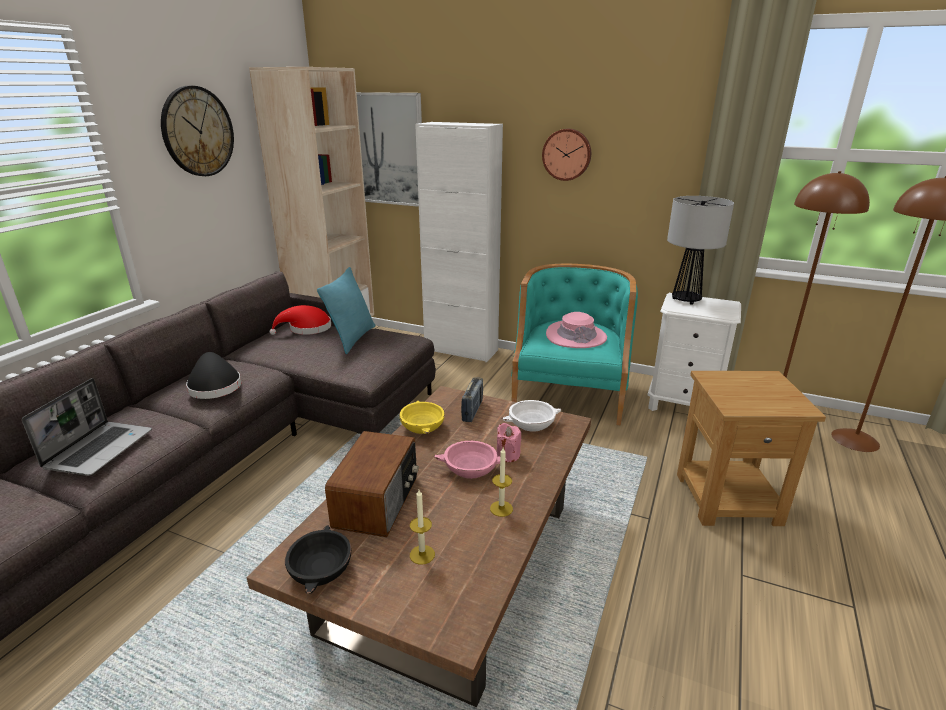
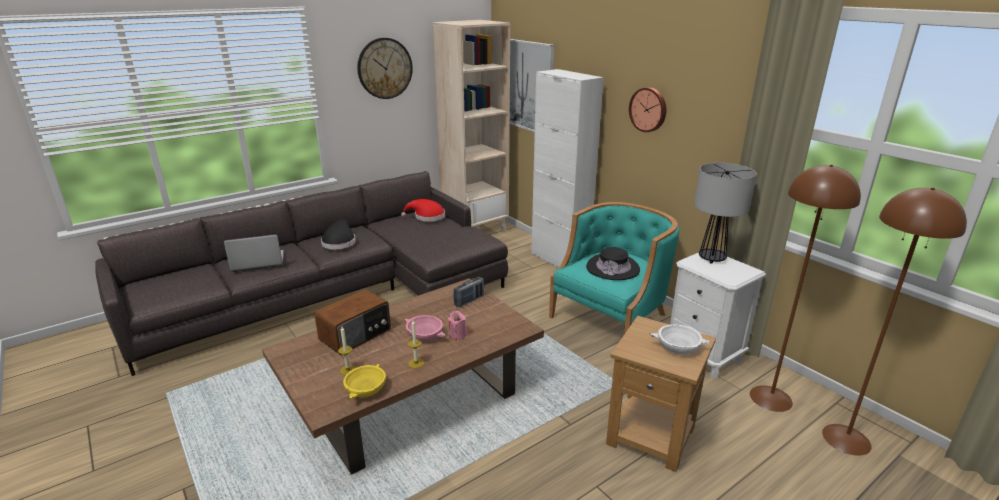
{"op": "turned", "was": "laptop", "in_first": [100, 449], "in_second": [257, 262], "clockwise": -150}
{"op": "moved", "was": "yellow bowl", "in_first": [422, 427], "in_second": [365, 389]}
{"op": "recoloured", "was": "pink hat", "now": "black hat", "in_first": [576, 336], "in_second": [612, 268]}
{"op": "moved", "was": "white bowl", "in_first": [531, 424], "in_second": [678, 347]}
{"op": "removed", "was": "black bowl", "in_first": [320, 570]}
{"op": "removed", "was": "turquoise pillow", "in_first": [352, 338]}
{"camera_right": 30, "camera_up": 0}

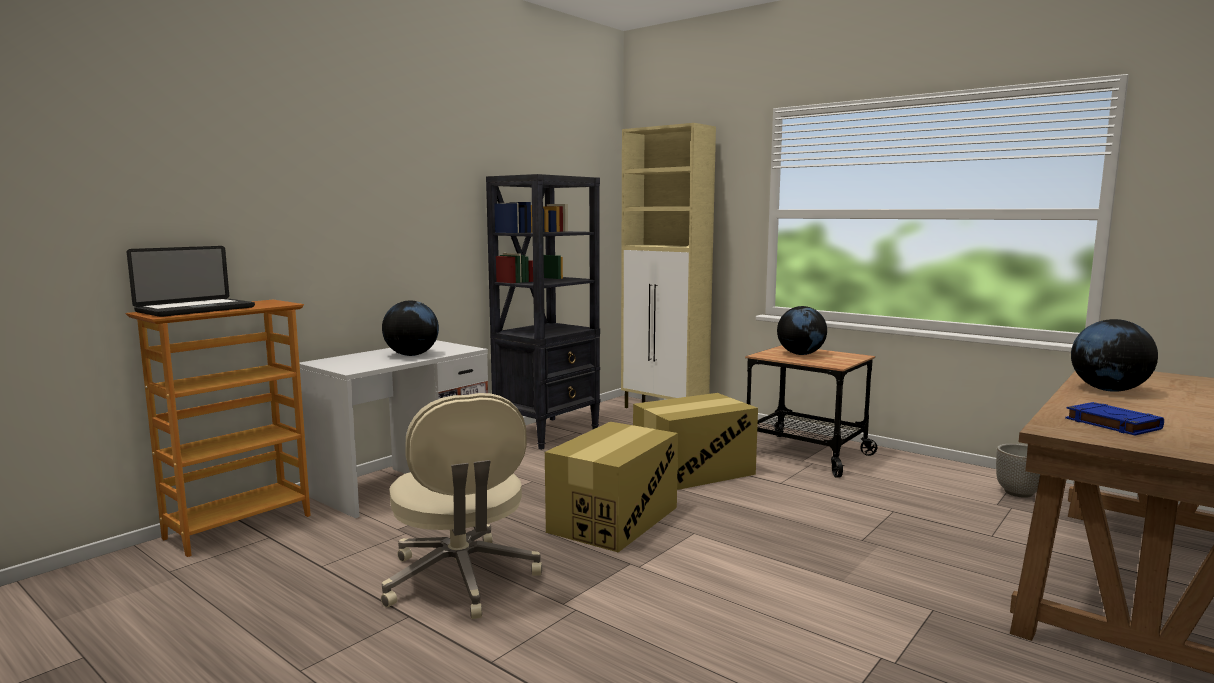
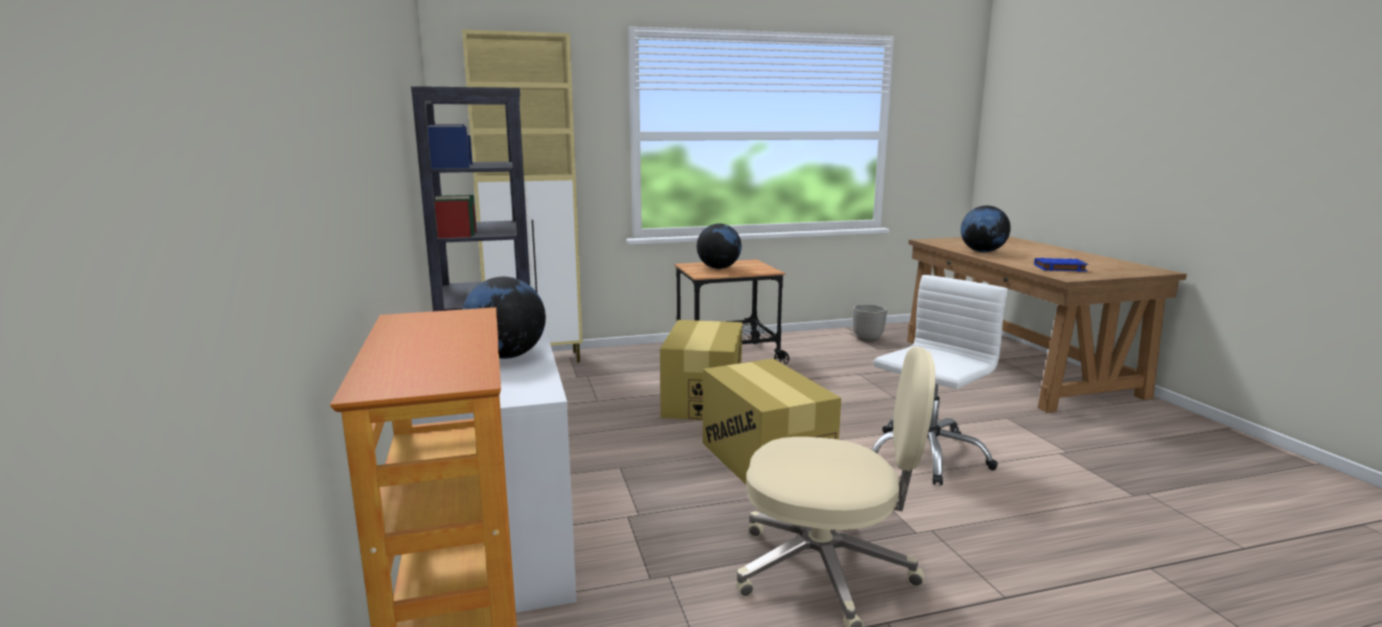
{"op": "added", "now": "white office chair", "in_second": [927, 455]}
{"op": "removed", "was": "laptop", "in_first": [196, 309]}
{"camera_right": -55, "camera_up": 5}

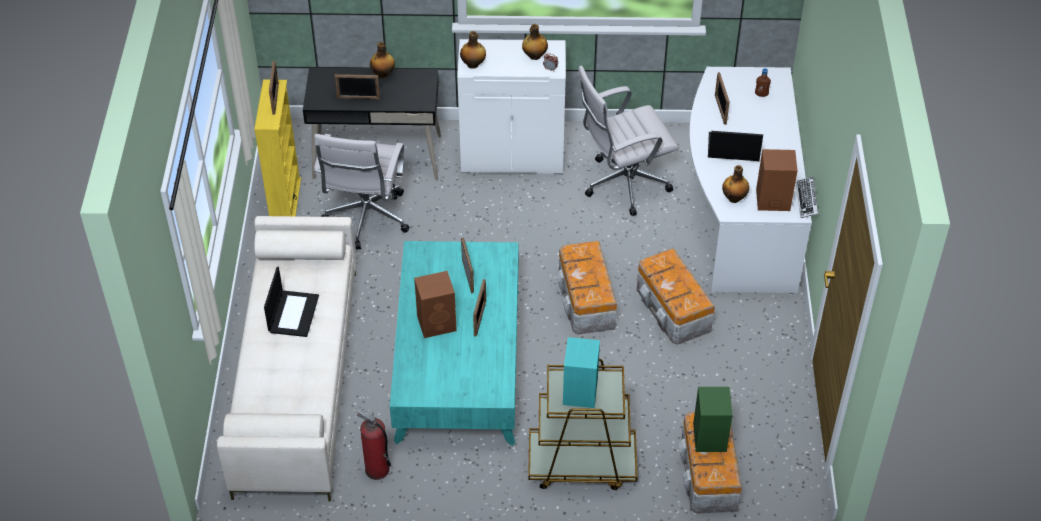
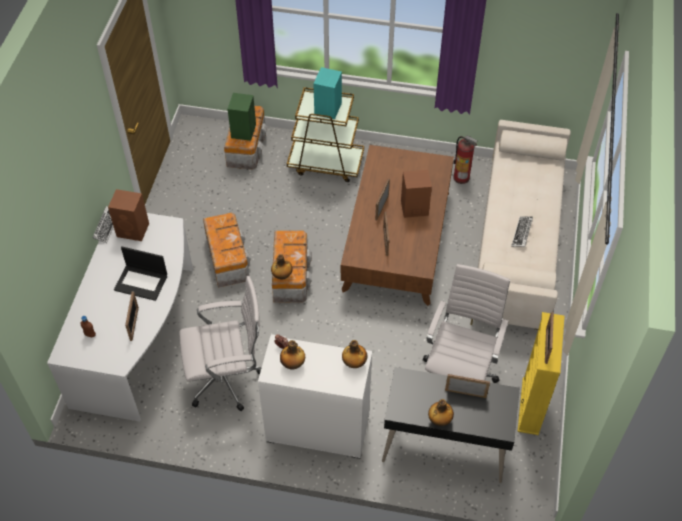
{"op": "moved", "was": "bottle", "in_first": [734, 198], "in_second": [282, 276]}
{"op": "recoloured", "was": "turquoise coffee table", "now": "brown coffee table", "in_first": [458, 363], "in_second": [397, 240]}
{"op": "replaced", "was": "laptop", "now": "keyboard", "in_first": [293, 313], "in_second": [522, 233]}
{"camera_right": -170, "camera_up": 5}

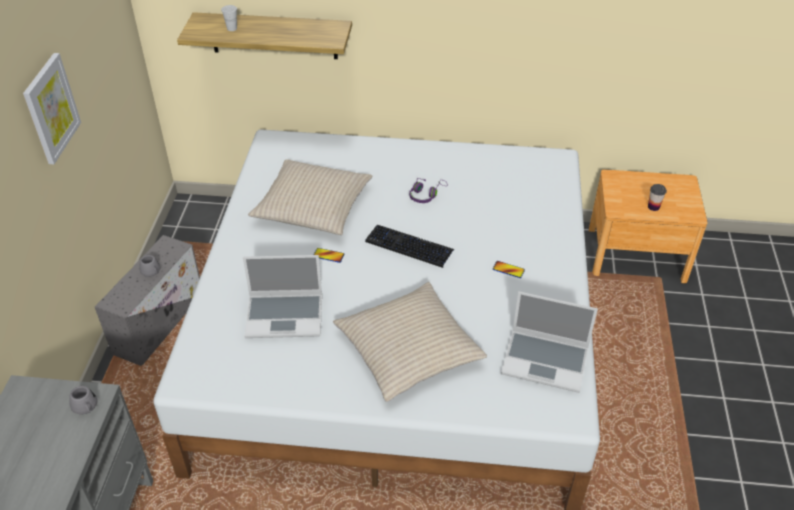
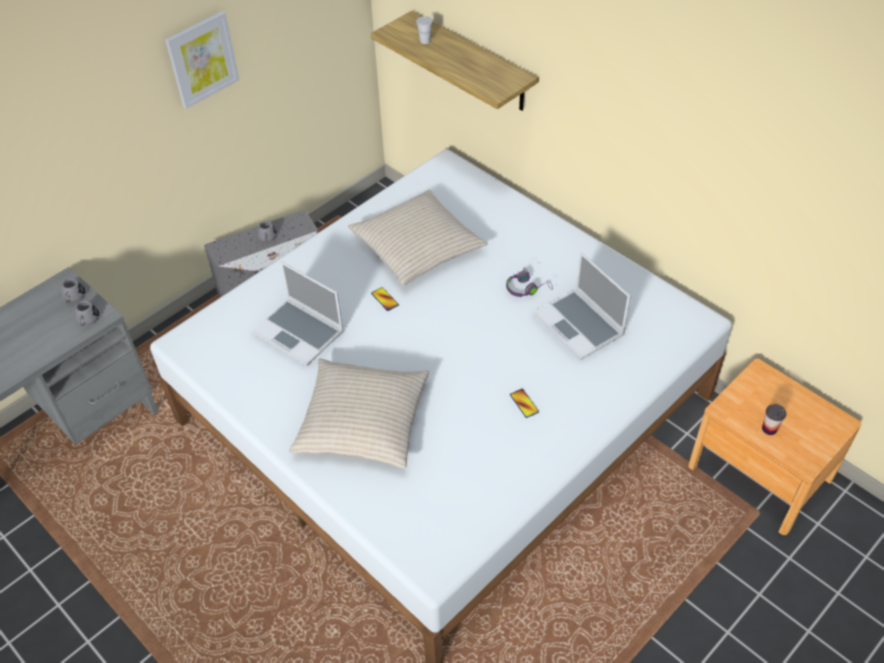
{"op": "added", "now": "grey mug", "in_second": [73, 297]}
{"op": "moved", "was": "laptop", "in_first": [546, 361], "in_second": [580, 326]}
{"op": "removed", "was": "keyboard", "in_first": [409, 246]}
{"camera_right": 40, "camera_up": 5}

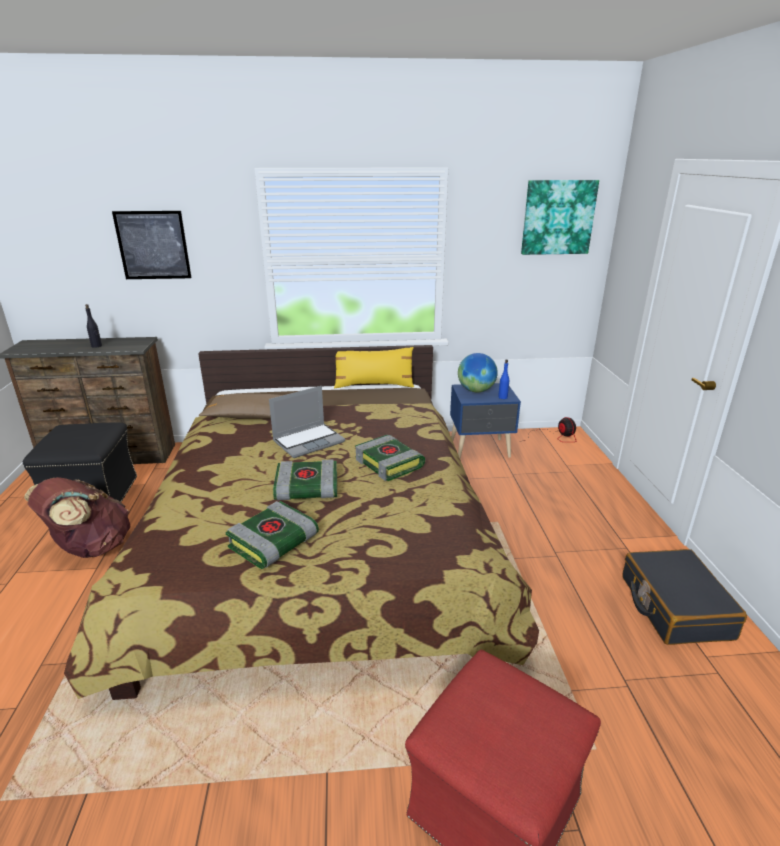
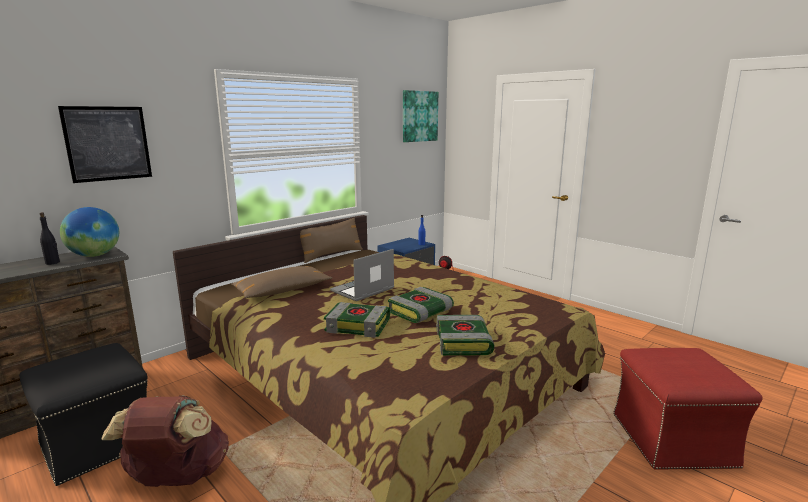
{"op": "moved", "was": "globe", "in_first": [475, 390], "in_second": [94, 255]}
{"op": "recoloured", "was": "yellow pillow", "now": "brown pillow", "in_first": [374, 385], "in_second": [331, 255]}
{"op": "moved", "was": "book", "in_first": [390, 464], "in_second": [359, 325]}
{"op": "turned", "was": "laptop", "in_first": [309, 441], "in_second": [362, 290], "clockwise": -150}
{"op": "removed", "was": "black suitcase", "in_first": [674, 607]}
{"camera_right": -40, "camera_up": -10}

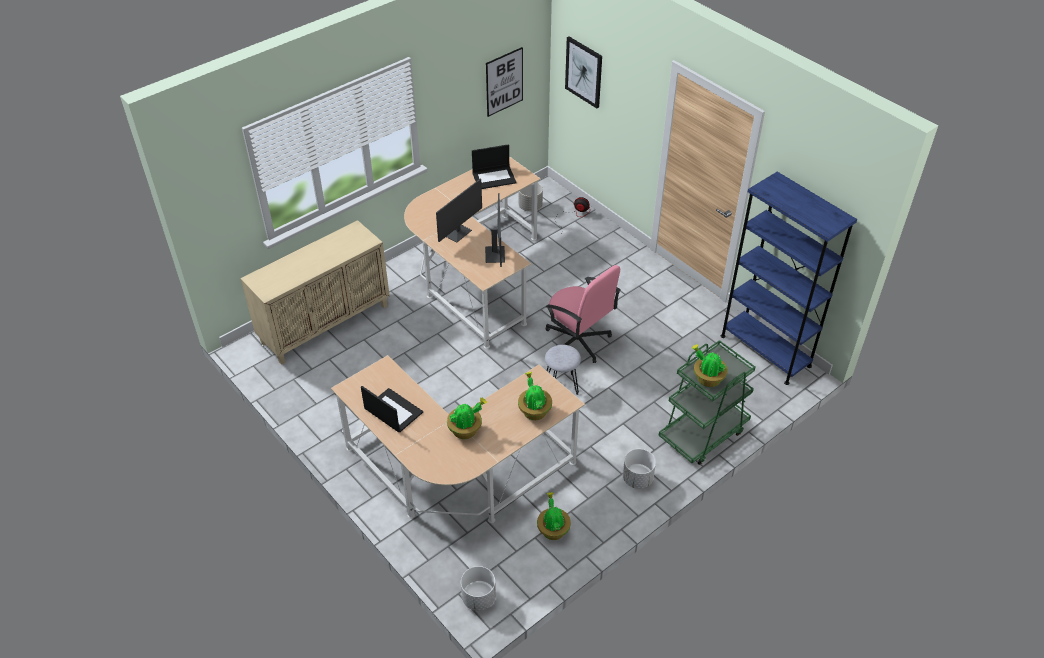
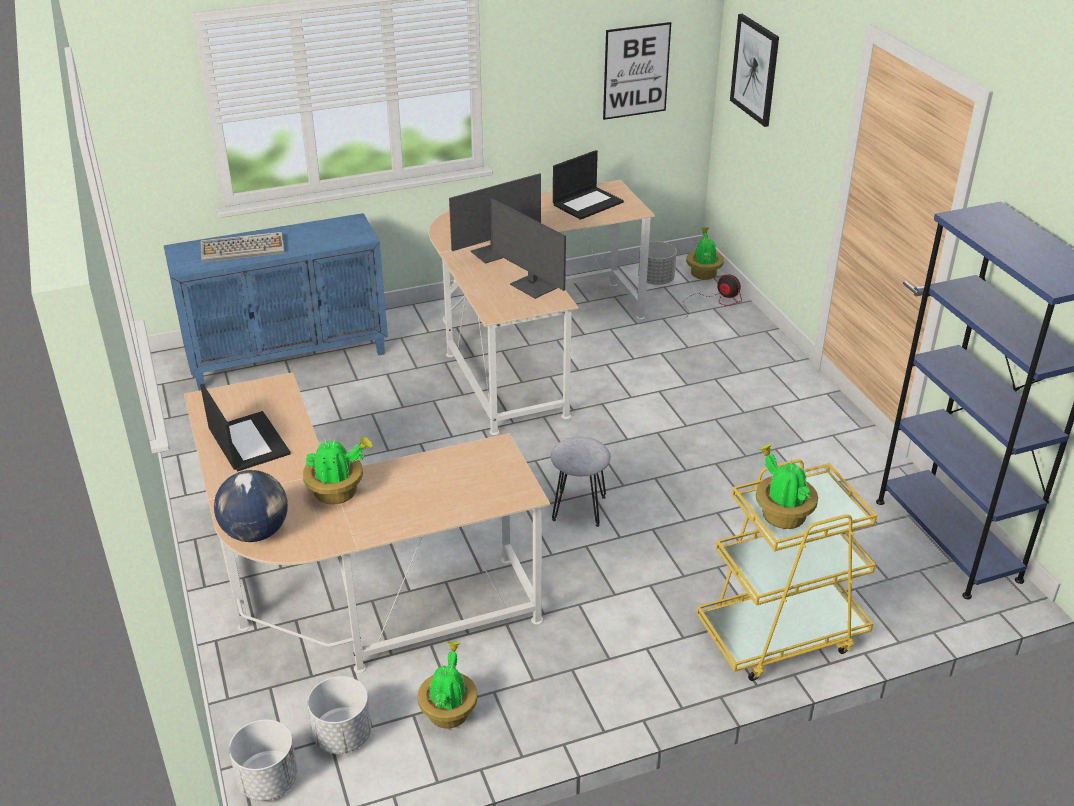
{"op": "recoloured", "was": "beige cabinet", "now": "blue cabinet", "in_first": [325, 323], "in_second": [289, 356]}
{"op": "added", "now": "keyboard", "in_second": [243, 248]}
{"op": "added", "now": "globe", "in_second": [256, 533]}
{"op": "moved", "was": "white planter", "in_first": [637, 479], "in_second": [342, 736]}
{"op": "turned", "was": "monitor", "in_first": [495, 254], "in_second": [532, 287], "clockwise": 120}
{"op": "turned", "was": "laptop", "in_first": [494, 177], "in_second": [588, 203], "clockwise": -45}
{"op": "moved", "was": "potted plant", "in_first": [534, 411], "in_second": [703, 273]}
{"op": "recoloured", "was": "green cart", "now": "yellow cart", "in_first": [703, 433], "in_second": [780, 635]}
{"op": "removed", "was": "pink office chair", "in_first": [578, 341]}
{"camera_right": 20, "camera_up": -10}

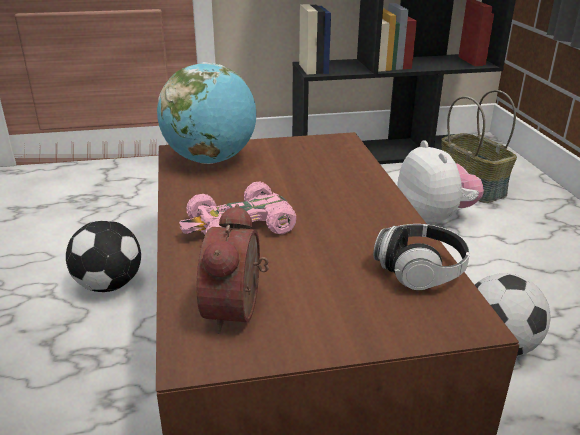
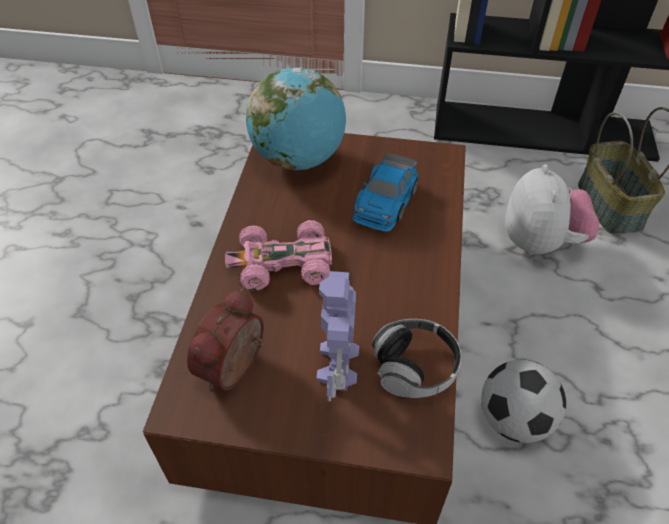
{"op": "added", "now": "toy robot", "in_second": [338, 365]}
{"op": "added", "now": "toy car", "in_second": [385, 202]}
{"op": "removed", "was": "football", "in_first": [110, 284]}
{"camera_right": 20, "camera_up": 20}

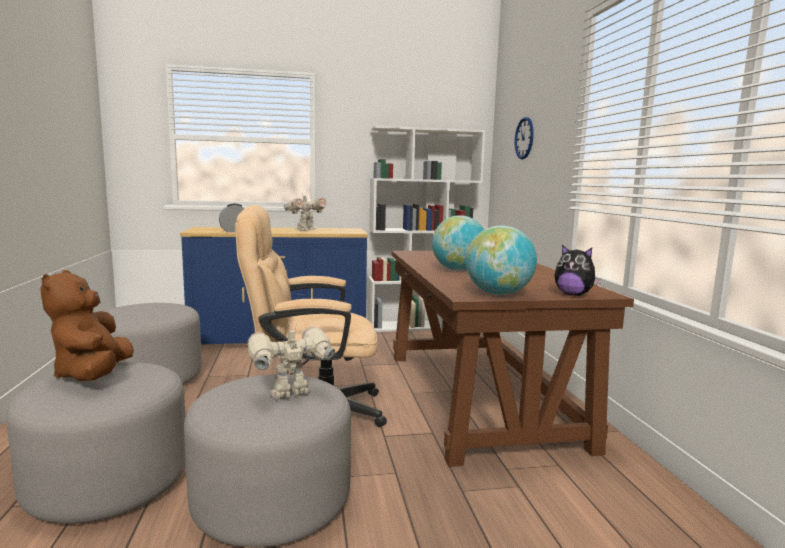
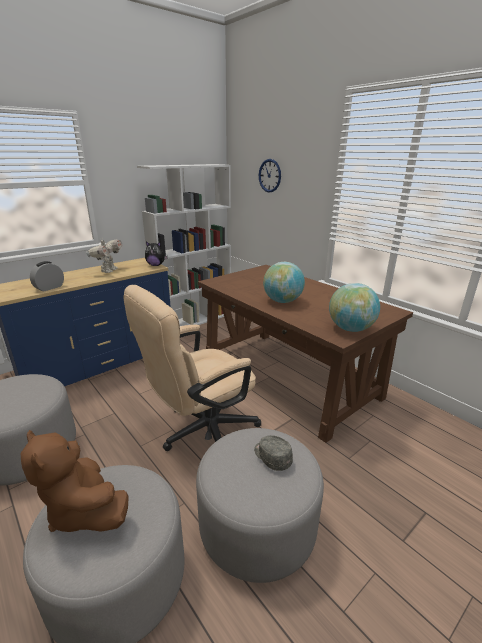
{"op": "moved", "was": "plush toy", "in_first": [573, 294], "in_second": [156, 265]}
{"op": "replaced", "was": "toy robot", "now": "grey cap", "in_first": [291, 395], "in_second": [272, 457]}
{"camera_right": -30, "camera_up": 15}

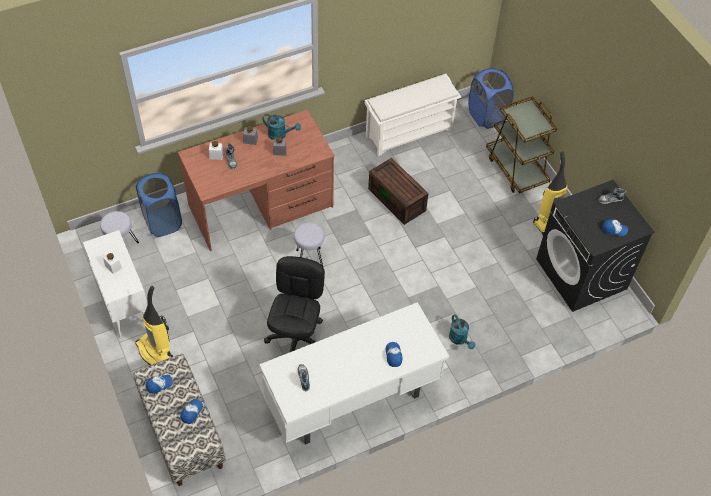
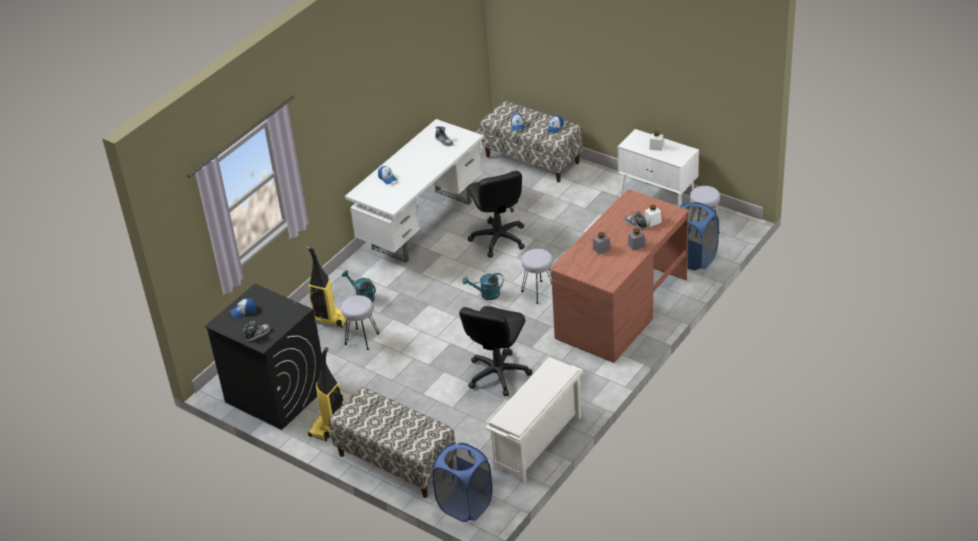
{"op": "moved", "was": "vacuum cleaner", "in_first": [155, 351], "in_second": [329, 319]}
{"op": "replaced", "was": "brown cart", "now": "bench", "in_first": [516, 169], "in_second": [395, 461]}
{"op": "added", "now": "grey stool", "in_second": [361, 339]}
{"op": "replaced", "was": "brown storage box", "now": "black office chair", "in_first": [398, 199], "in_second": [497, 374]}
{"op": "moved", "was": "turquoise watering can", "in_first": [280, 135], "in_second": [486, 295]}
{"camera_right": 155, "camera_up": -15}

